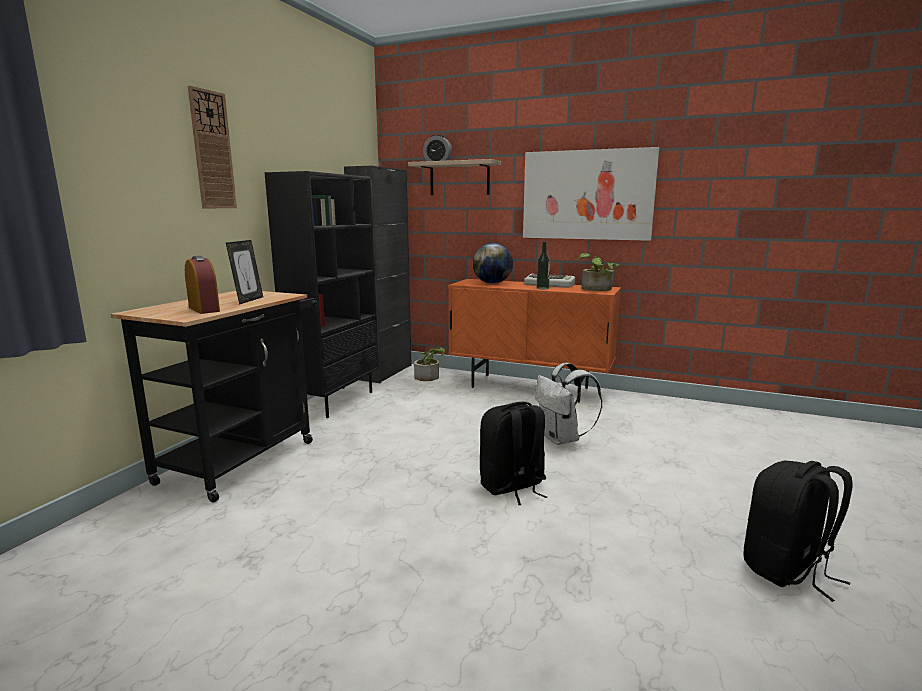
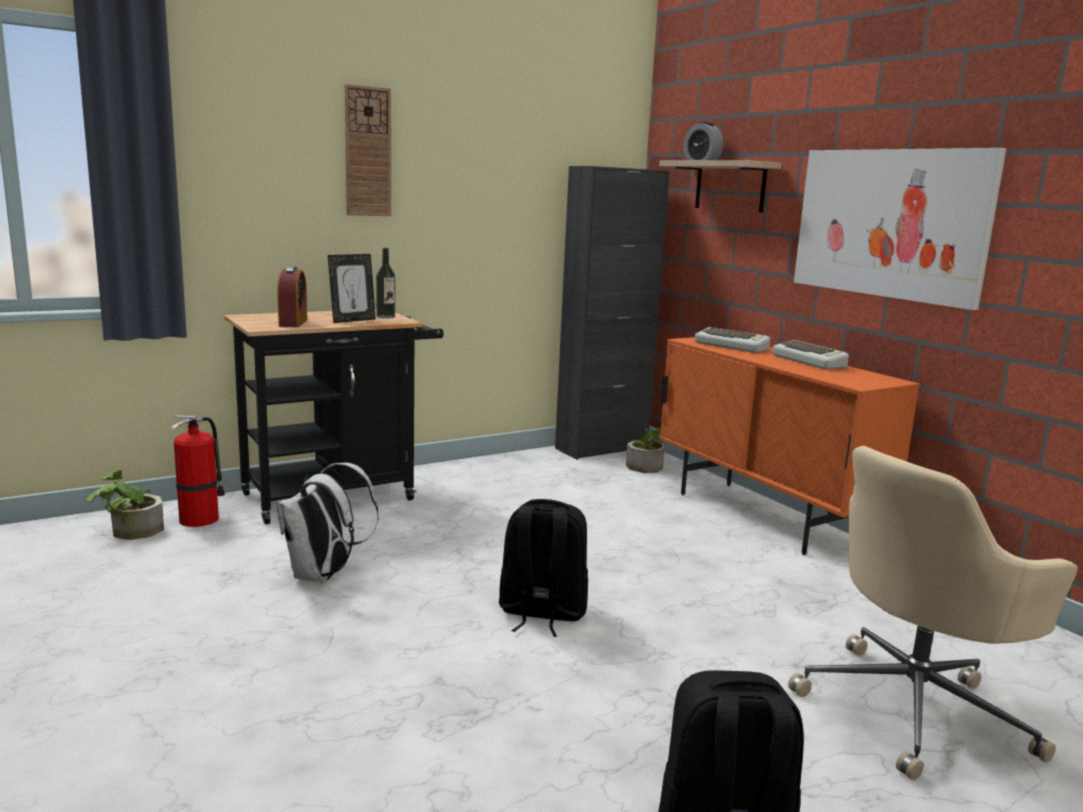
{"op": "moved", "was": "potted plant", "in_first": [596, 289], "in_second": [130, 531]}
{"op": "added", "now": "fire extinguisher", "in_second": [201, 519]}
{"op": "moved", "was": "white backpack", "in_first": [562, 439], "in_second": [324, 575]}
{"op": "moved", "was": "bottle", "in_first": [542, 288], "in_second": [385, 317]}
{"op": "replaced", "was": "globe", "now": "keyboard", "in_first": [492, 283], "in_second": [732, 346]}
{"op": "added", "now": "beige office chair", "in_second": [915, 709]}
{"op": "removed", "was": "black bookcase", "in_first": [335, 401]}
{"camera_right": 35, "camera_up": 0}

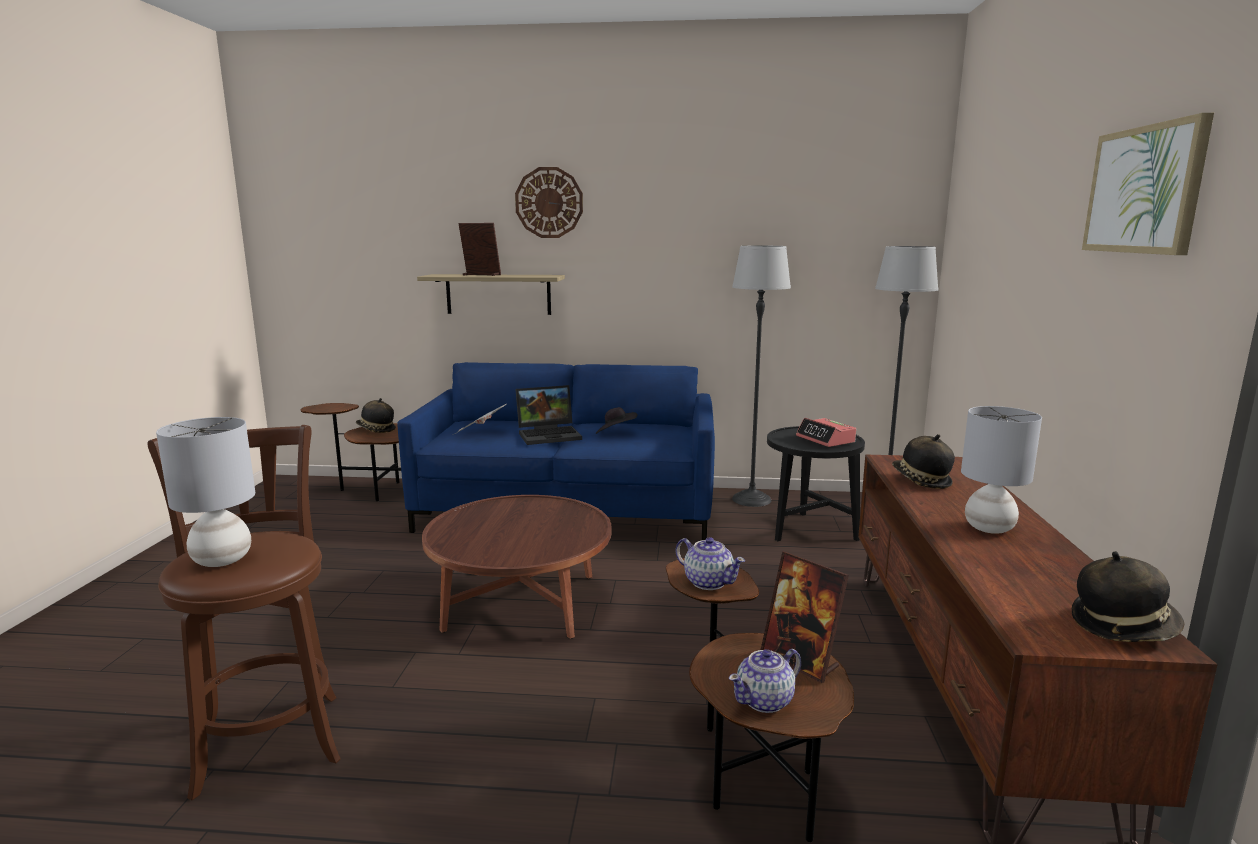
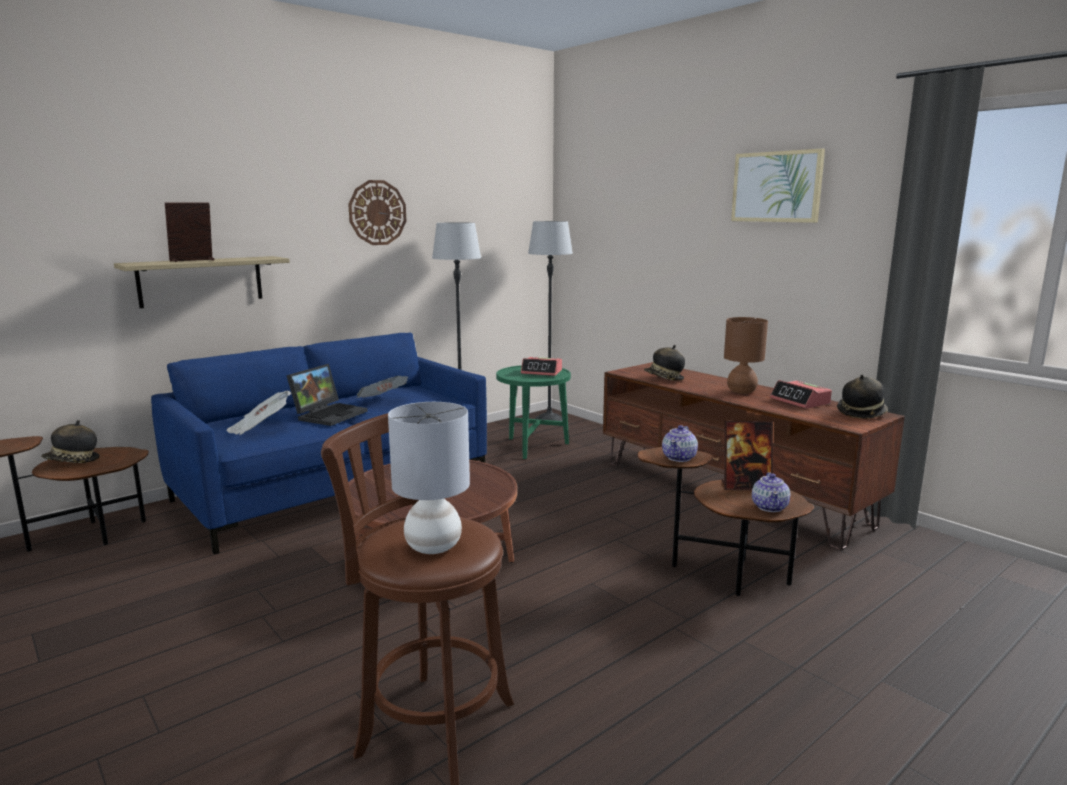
{"op": "moved", "was": "wall clock", "in_first": [549, 202], "in_second": [377, 212]}
{"op": "replaced", "was": "black hat", "now": "newspaper", "in_first": [615, 433], "in_second": [382, 401]}
{"op": "recoloured", "was": "black side table", "now": "green side table", "in_first": [809, 531], "in_second": [533, 447]}
{"op": "turned", "was": "teapot", "in_first": [708, 582], "in_second": [679, 457], "clockwise": 120}
{"op": "recoloured", "was": "grey table lamp", "now": "brown table lamp", "in_first": [988, 528], "in_second": [741, 392]}
{"op": "added", "now": "alarm clock", "in_second": [800, 401]}
{"camera_right": -45, "camera_up": 0}

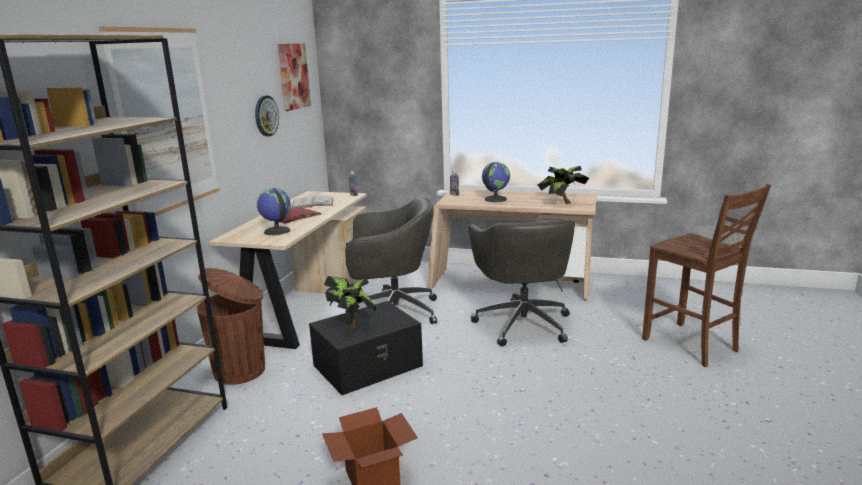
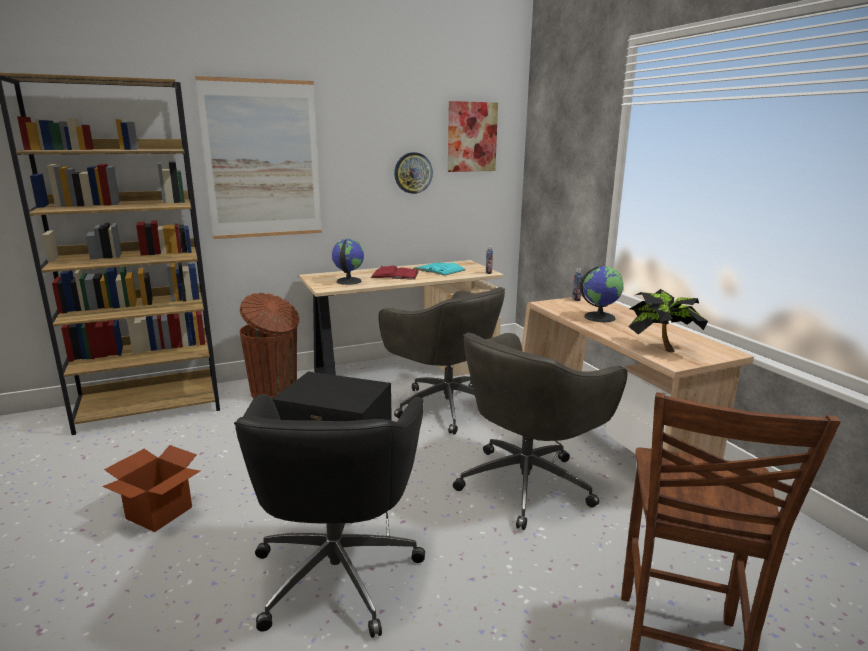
{"op": "added", "now": "black office chair", "in_second": [337, 570]}
{"op": "recoloured", "was": "white book", "now": "turquoise book", "in_first": [312, 203], "in_second": [439, 269]}
{"op": "removed", "was": "potted plant", "in_first": [352, 323]}
{"camera_right": 50, "camera_up": 0}

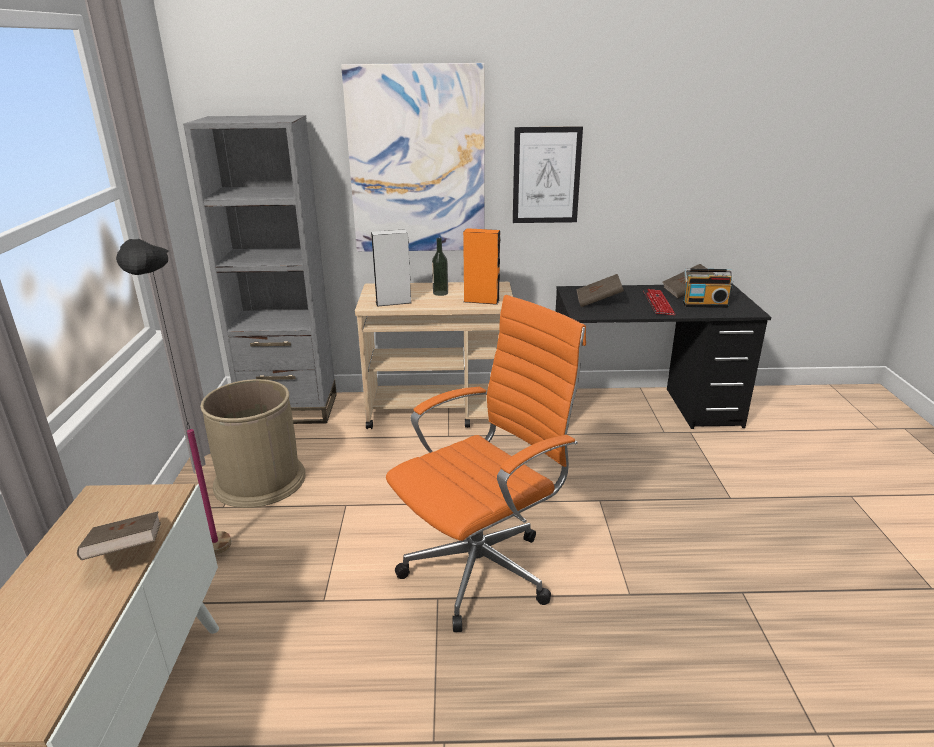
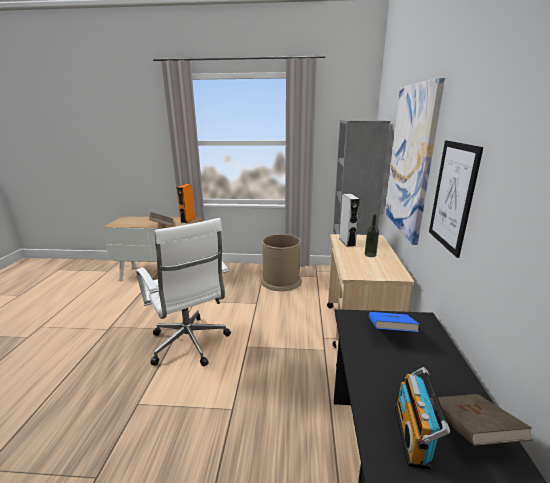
{"op": "recoloured", "was": "orange office chair", "now": "white office chair", "in_first": [483, 568], "in_second": [190, 345]}
{"op": "moved", "was": "orange speaker", "in_first": [481, 301], "in_second": [188, 220]}
{"op": "recoloured", "was": "brown book", "now": "blue book", "in_first": [598, 302], "in_second": [390, 332]}
{"op": "removed", "was": "black floor lamp", "in_first": [217, 569]}
{"op": "removed", "was": "keyboard", "in_first": [658, 303]}
{"camera_right": 95, "camera_up": -5}

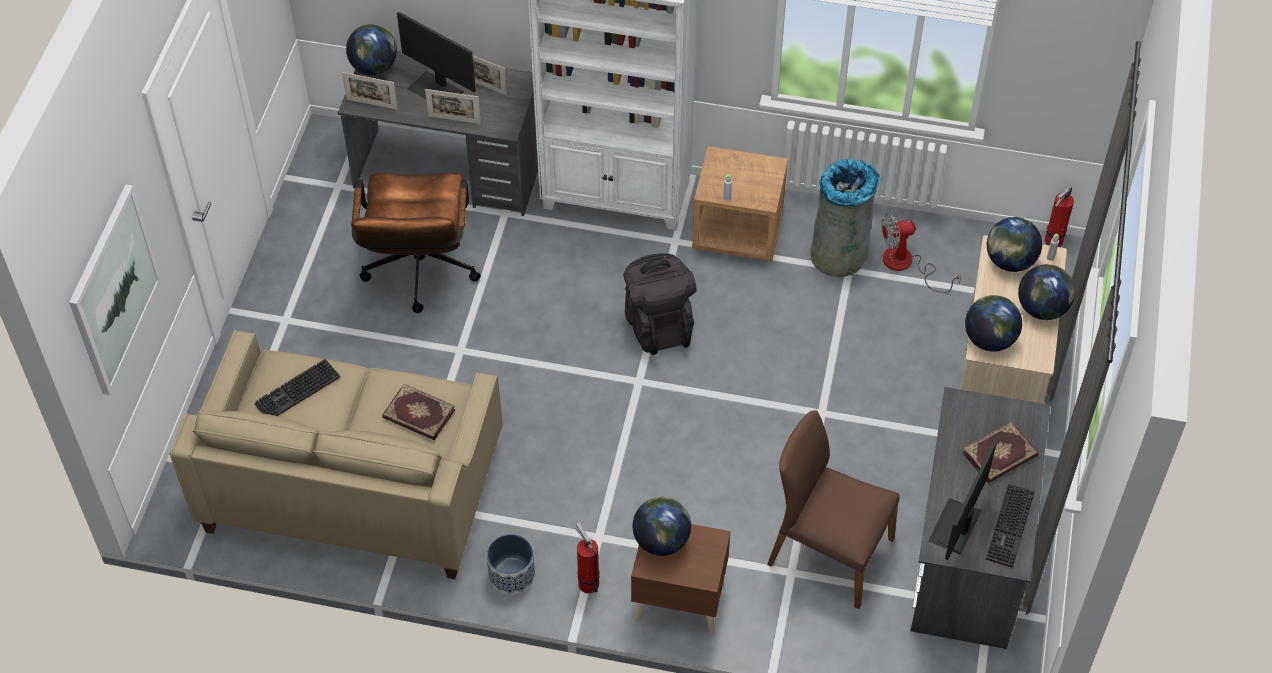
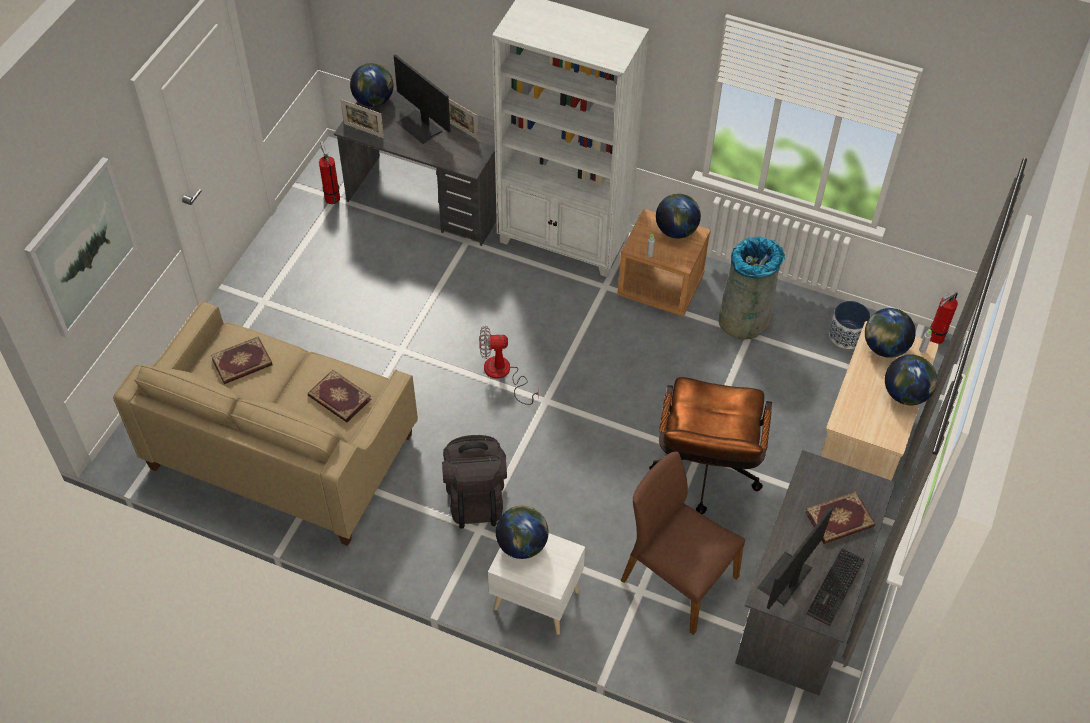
{"op": "replaced", "was": "keyboard", "now": "book", "in_first": [297, 393], "in_second": [242, 363]}
{"op": "moved", "was": "fire extinguisher", "in_first": [587, 582], "in_second": [331, 197]}
{"op": "moved", "was": "black backpack", "in_first": [658, 324], "in_second": [475, 497]}
{"op": "moved", "was": "fan", "in_first": [907, 265], "in_second": [503, 374]}
{"op": "recoloured", "was": "brown nightstand", "now": "white nightstand", "in_first": [678, 600], "in_second": [535, 598]}
{"op": "moved", "was": "brown office chair", "in_first": [419, 275], "in_second": [704, 475]}
{"op": "moved", "was": "globe", "in_first": [989, 339], "in_second": [676, 230]}
{"op": "moved", "was": "planter", "in_first": [511, 575], "in_second": [846, 335]}
{"op": "removed", "was": "picture frame", "in_first": [454, 119]}
{"camera_right": 10, "camera_up": 0}

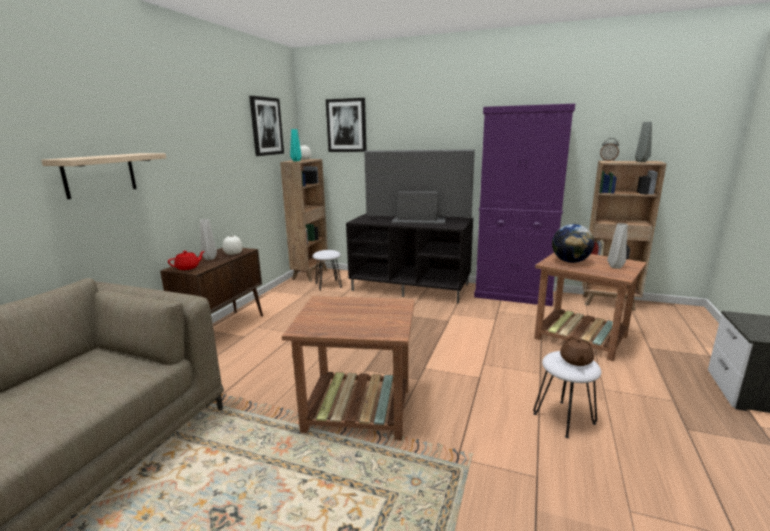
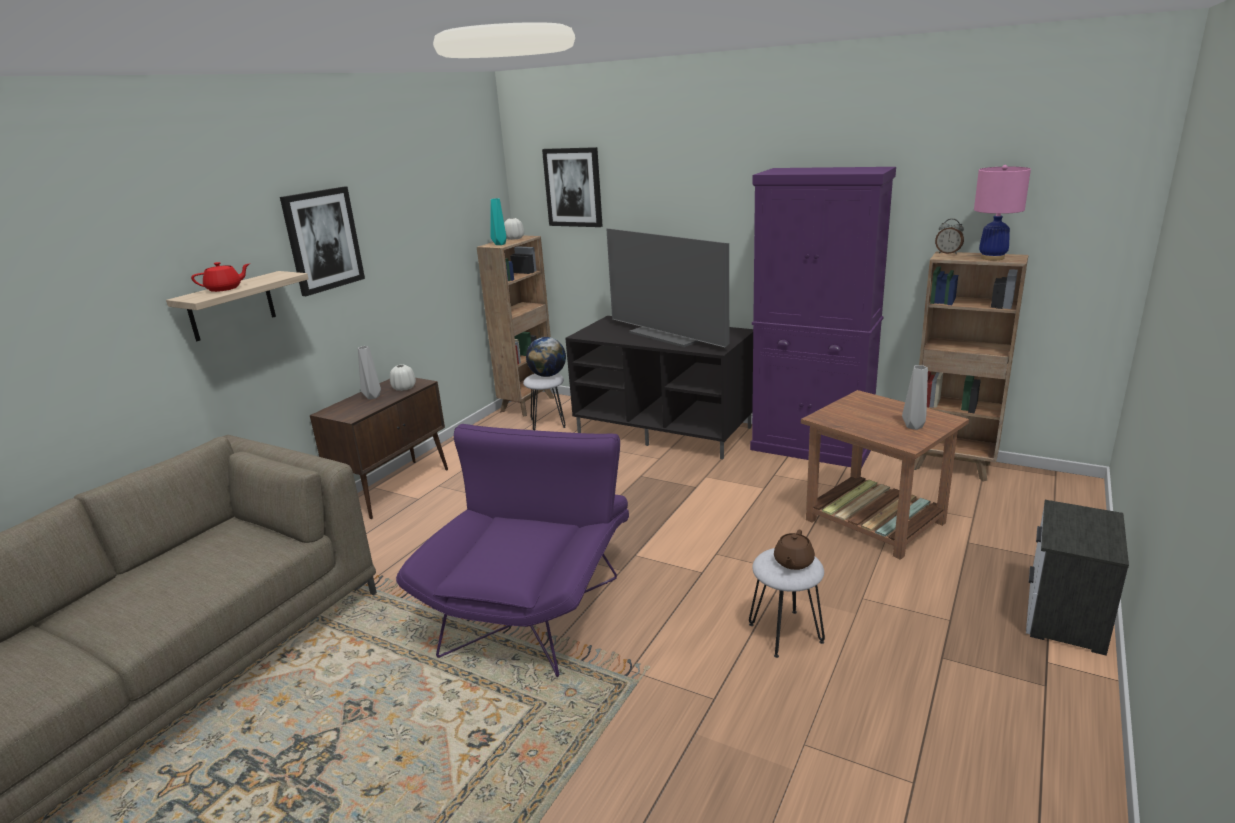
{"op": "moved", "was": "red teapot", "in_first": [188, 267], "in_second": [225, 289]}
{"op": "moved", "was": "picture", "in_first": [266, 126], "in_second": [323, 240]}
{"op": "replaced", "was": "brown side table", "now": "purple armchair", "in_first": [359, 409], "in_second": [534, 604]}
{"op": "moved", "was": "globe", "in_first": [570, 261], "in_second": [548, 375]}
{"op": "turned", "was": "television", "in_first": [418, 220], "in_second": [669, 335], "clockwise": -150}
{"op": "replaced", "was": "grey vase", "now": "pink table lamp", "in_first": [640, 161], "in_second": [992, 258]}
{"camera_right": 10, "camera_up": 5}

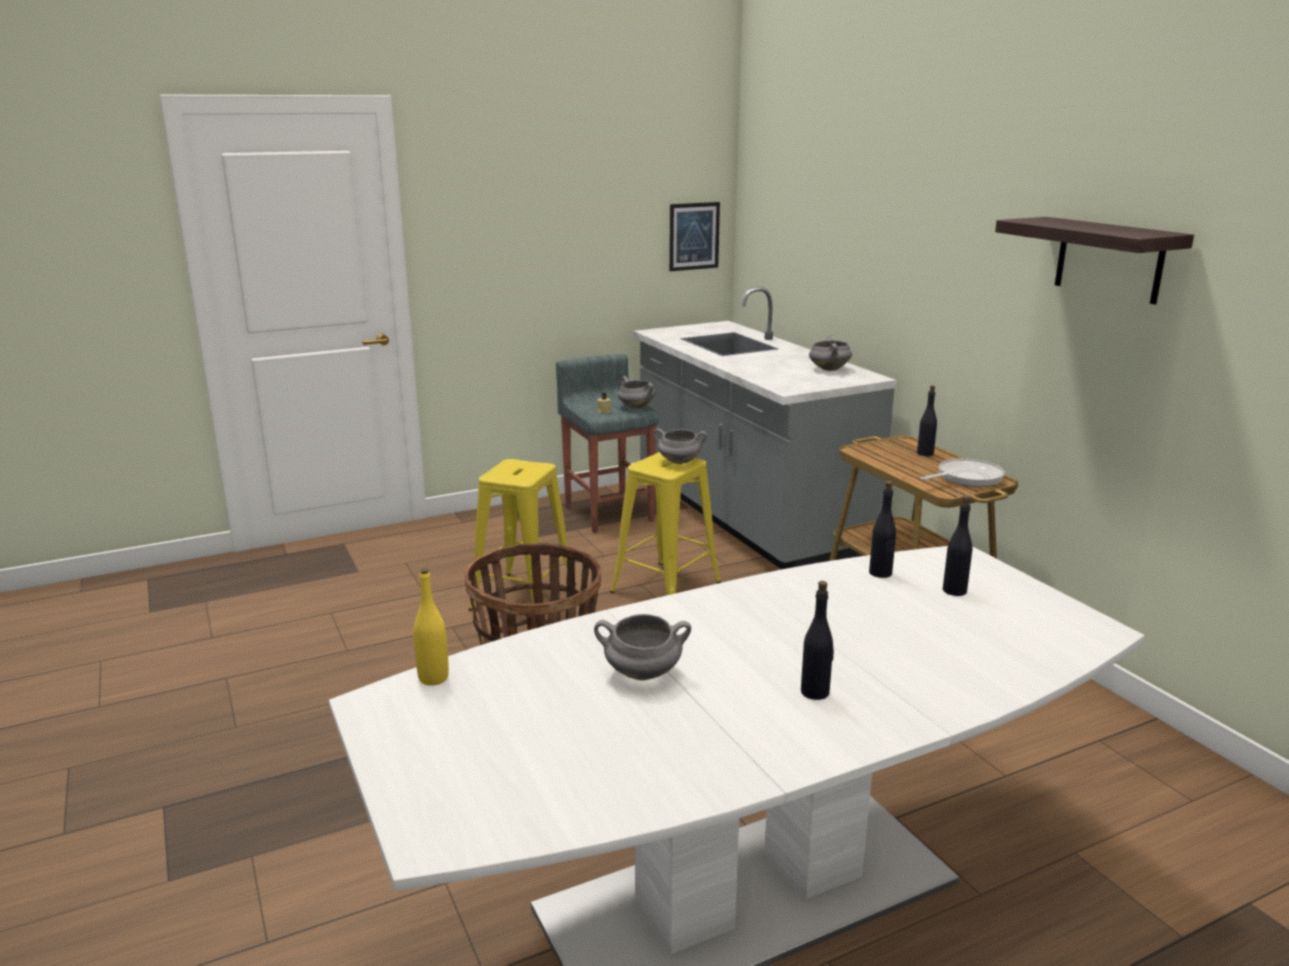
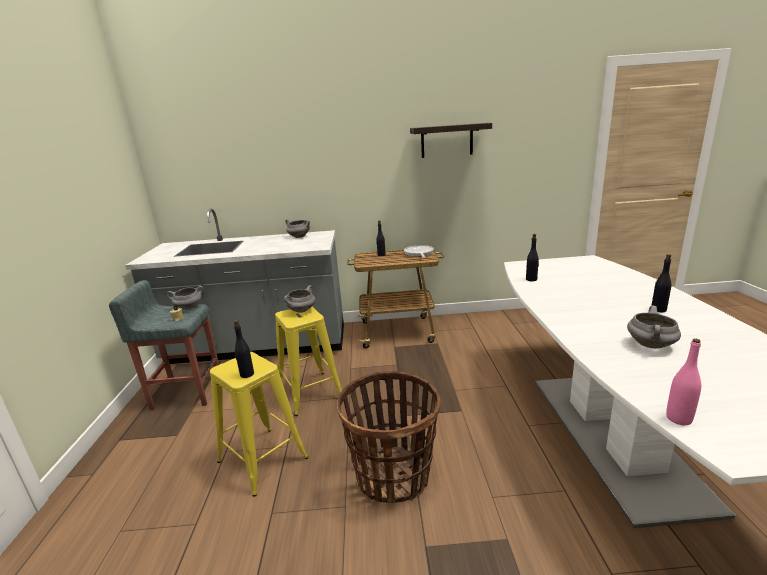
{"op": "moved", "was": "black bottle", "in_first": [954, 590], "in_second": [247, 374]}
{"op": "recoloured", "was": "yellow bottle", "now": "pink bottle", "in_first": [433, 678], "in_second": [678, 419]}
{"op": "removed", "was": "picture", "in_first": [694, 236]}
{"camera_right": -65, "camera_up": 0}

